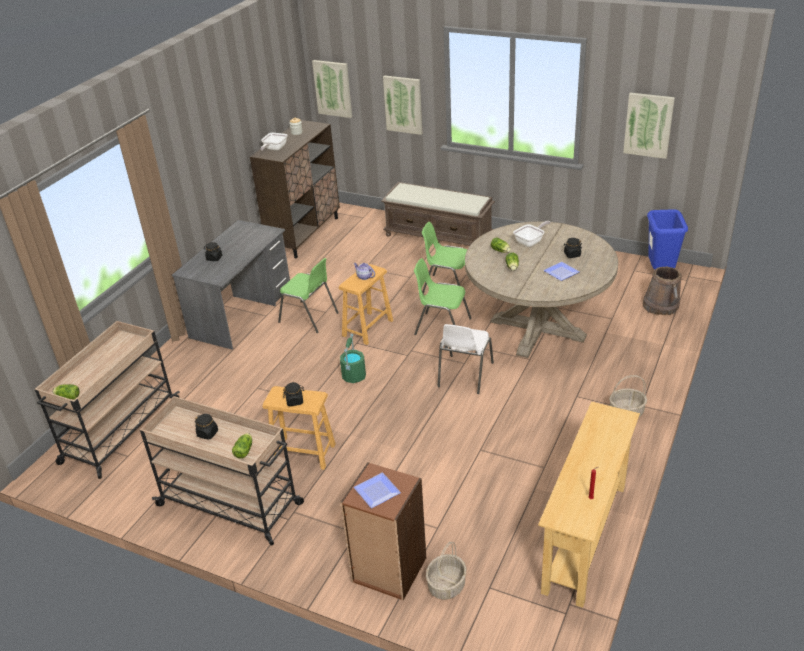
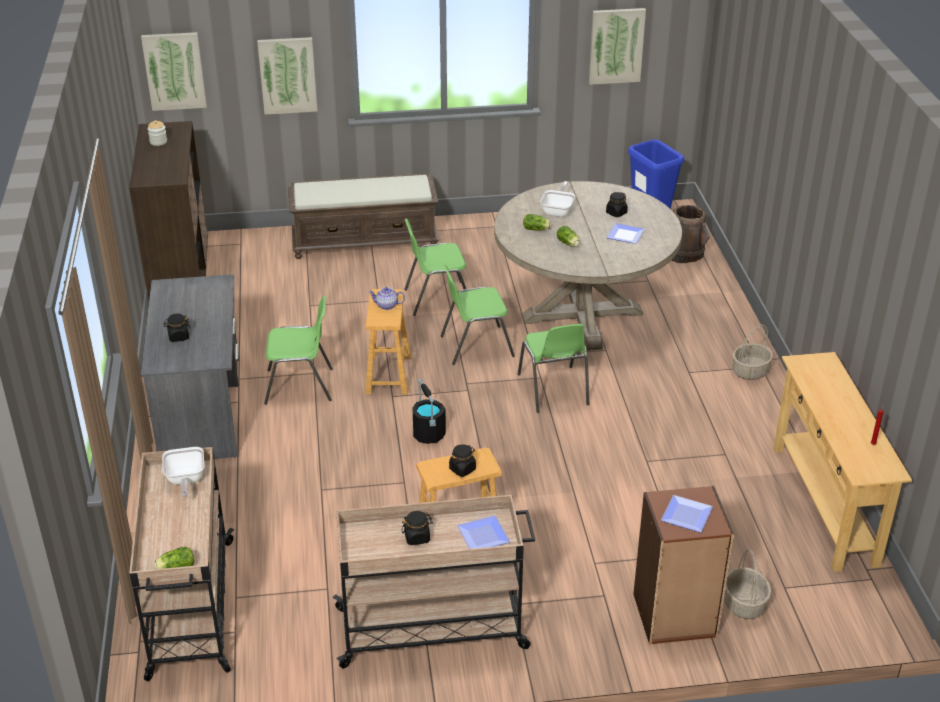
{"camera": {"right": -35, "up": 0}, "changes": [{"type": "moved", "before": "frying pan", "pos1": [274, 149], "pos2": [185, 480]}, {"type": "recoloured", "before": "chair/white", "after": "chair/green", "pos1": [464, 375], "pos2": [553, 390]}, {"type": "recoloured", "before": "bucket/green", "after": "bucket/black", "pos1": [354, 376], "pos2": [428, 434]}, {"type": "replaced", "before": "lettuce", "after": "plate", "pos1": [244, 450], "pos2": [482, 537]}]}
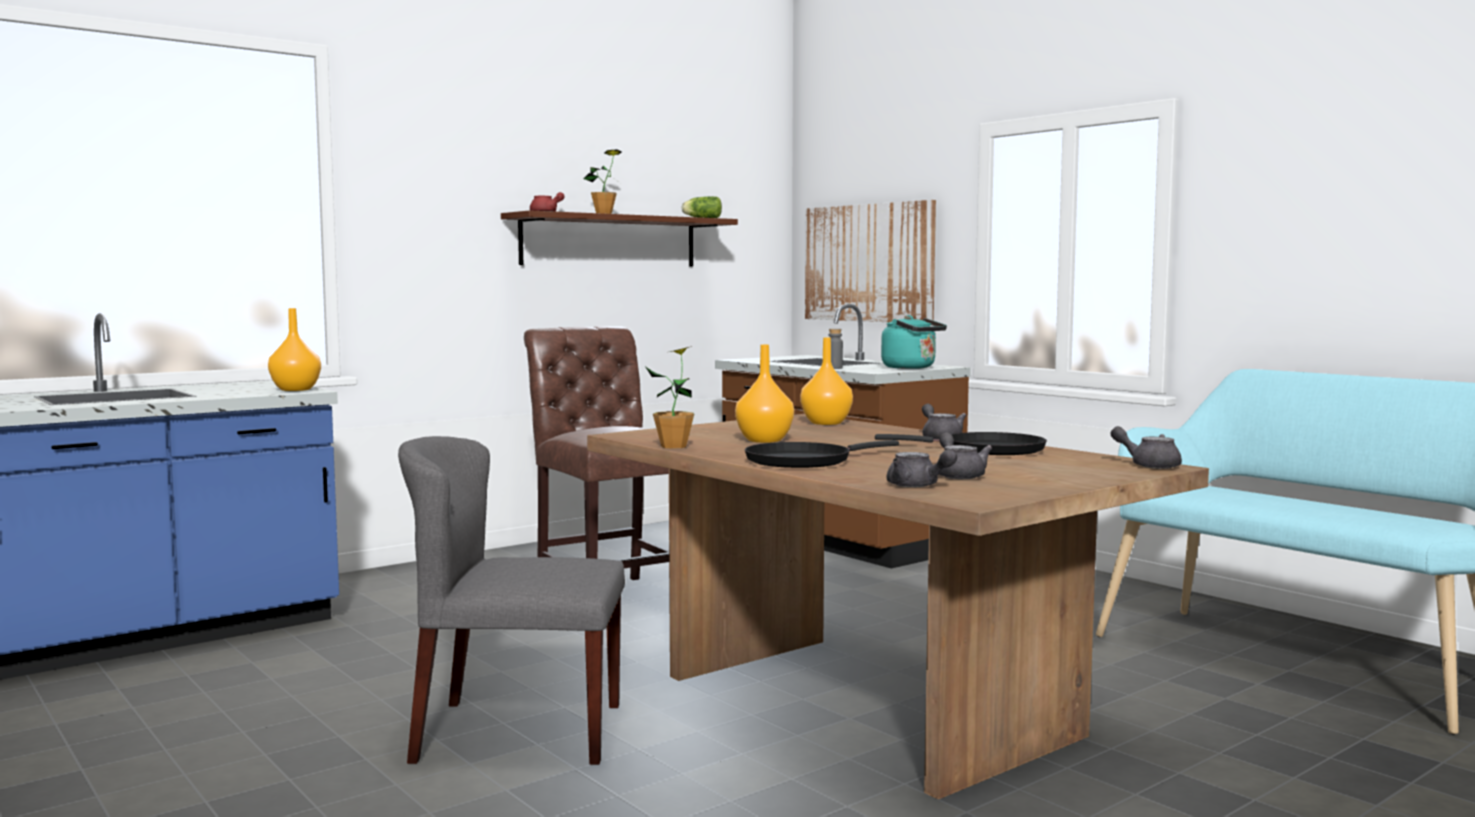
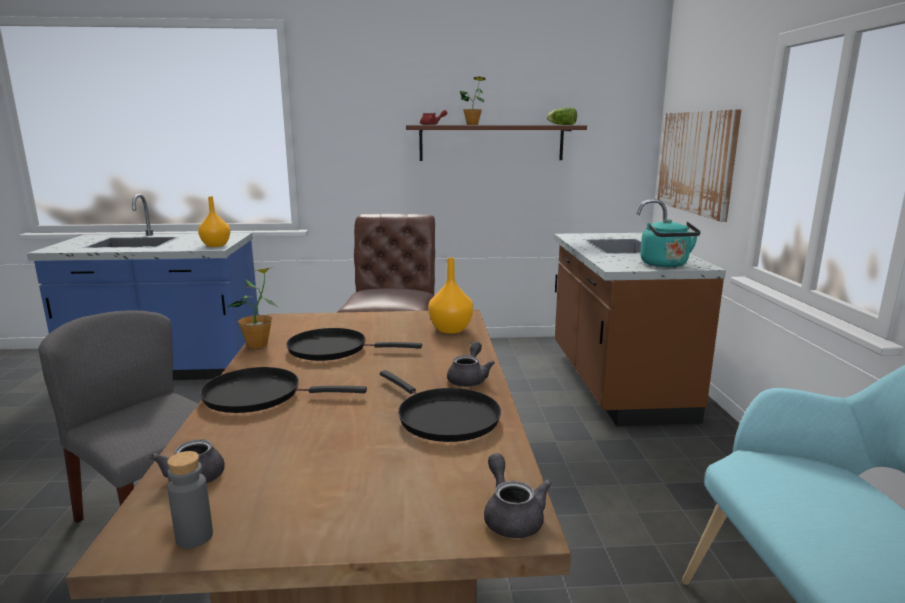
{"camera": {"right": 35, "up": 10}, "changes": [{"type": "moved", "before": "bottle/grey", "pos1": [834, 368], "pos2": [194, 537]}, {"type": "replaced", "before": "vase/orange", "after": "frying pan/black", "pos1": [763, 440], "pos2": [333, 349]}, {"type": "removed", "before": "teapot/grey", "pos1": [958, 475]}]}
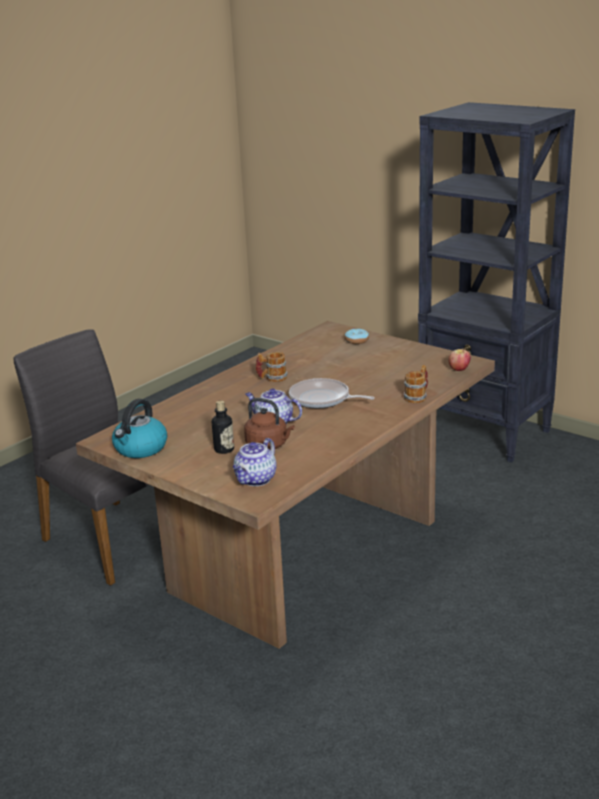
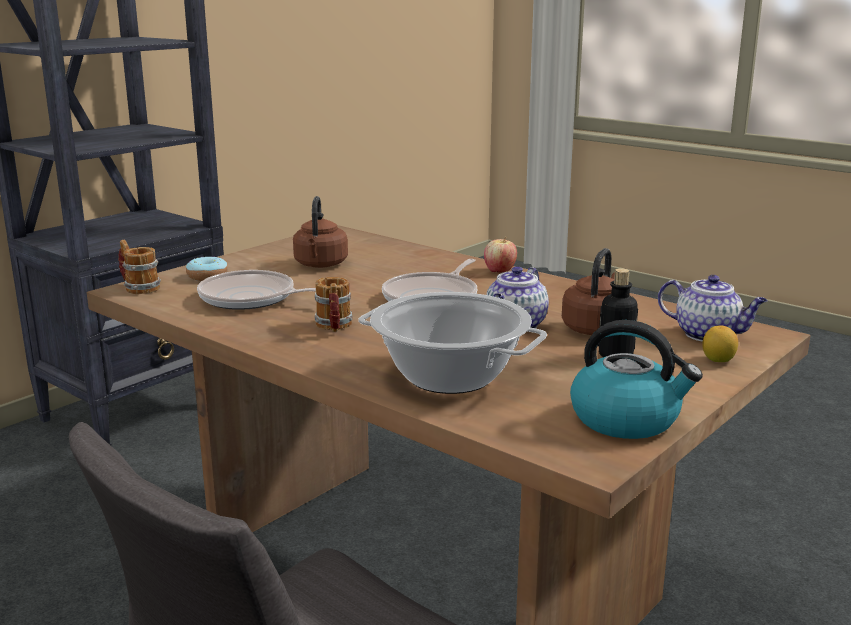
{"camera": {"right": -90, "up": -5}, "changes": [{"type": "moved", "before": "apple", "pos1": [459, 369], "pos2": [500, 271]}, {"type": "moved", "before": "mug", "pos1": [417, 397], "pos2": [138, 287]}, {"type": "added", "after": "kettle/brown", "pos2": [320, 265]}, {"type": "added", "after": "frying pan", "pos2": [252, 298]}, {"type": "added", "after": "cooking pot", "pos2": [451, 376]}, {"type": "added", "after": "lemon", "pos2": [718, 360]}]}
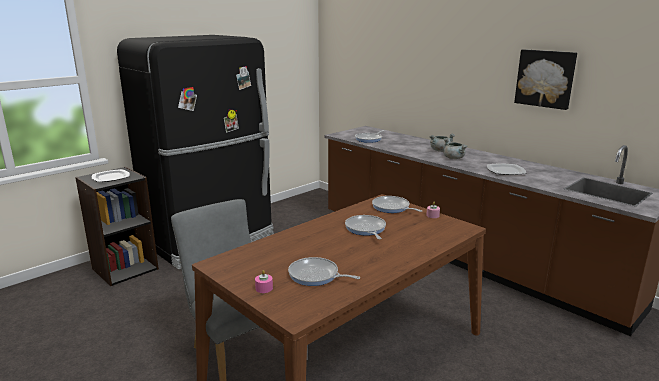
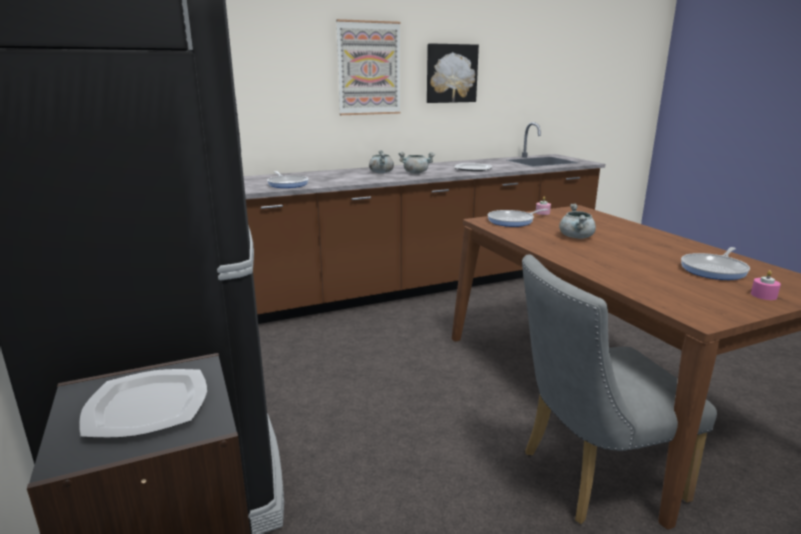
{"camera": {"right": -70, "up": 0}, "changes": [{"type": "replaced", "before": "frying pan", "after": "cooking pot/grey", "pos1": [365, 229], "pos2": [576, 237]}, {"type": "added", "after": "picture", "pos2": [369, 68]}]}
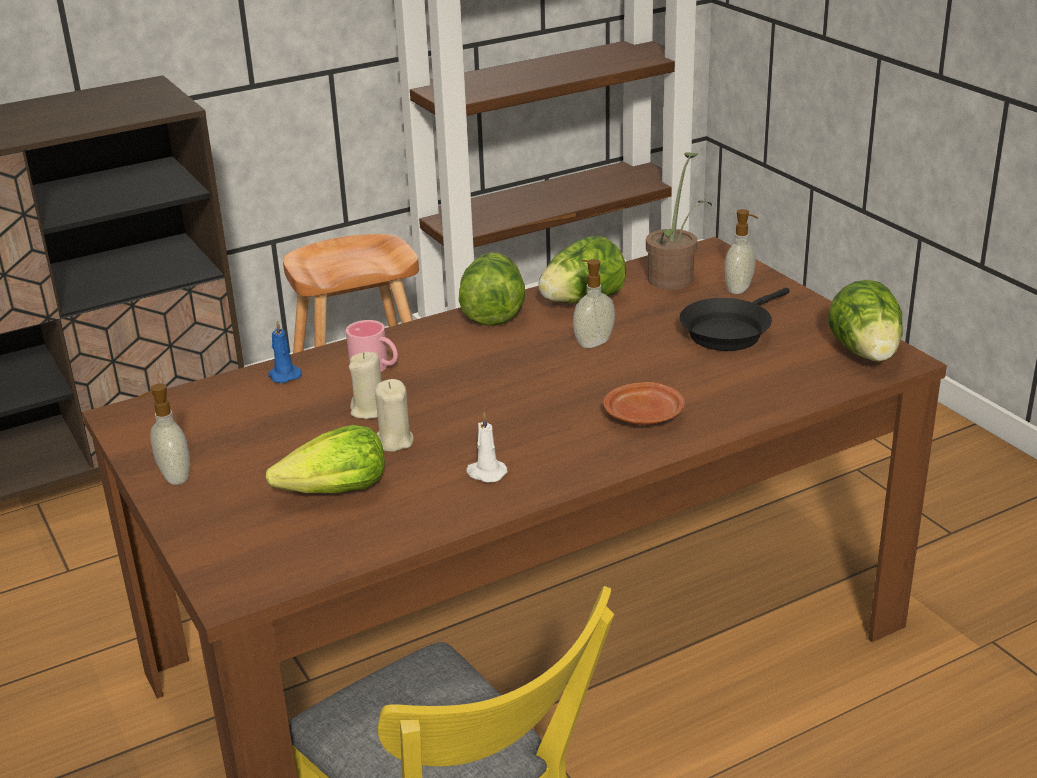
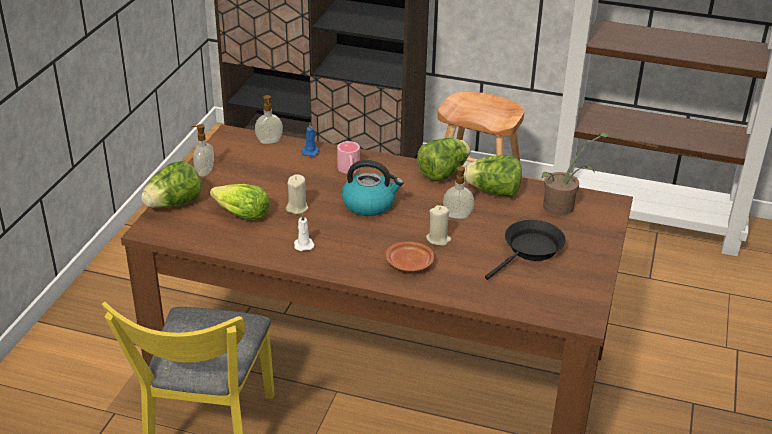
{"camera": {"right": 45, "up": 5}, "changes": [{"type": "moved", "before": "soap dispenser", "pos1": [740, 289], "pos2": [269, 142]}, {"type": "moved", "before": "lettuce", "pos1": [866, 354], "pos2": [174, 204]}, {"type": "turned", "before": "frying pan/black", "pos1": [729, 331], "pos2": [530, 250], "turn": 135}, {"type": "moved", "before": "candle/beige", "pos1": [370, 410], "pos2": [438, 239]}, {"type": "added", "after": "kettle", "pos2": [369, 204]}]}
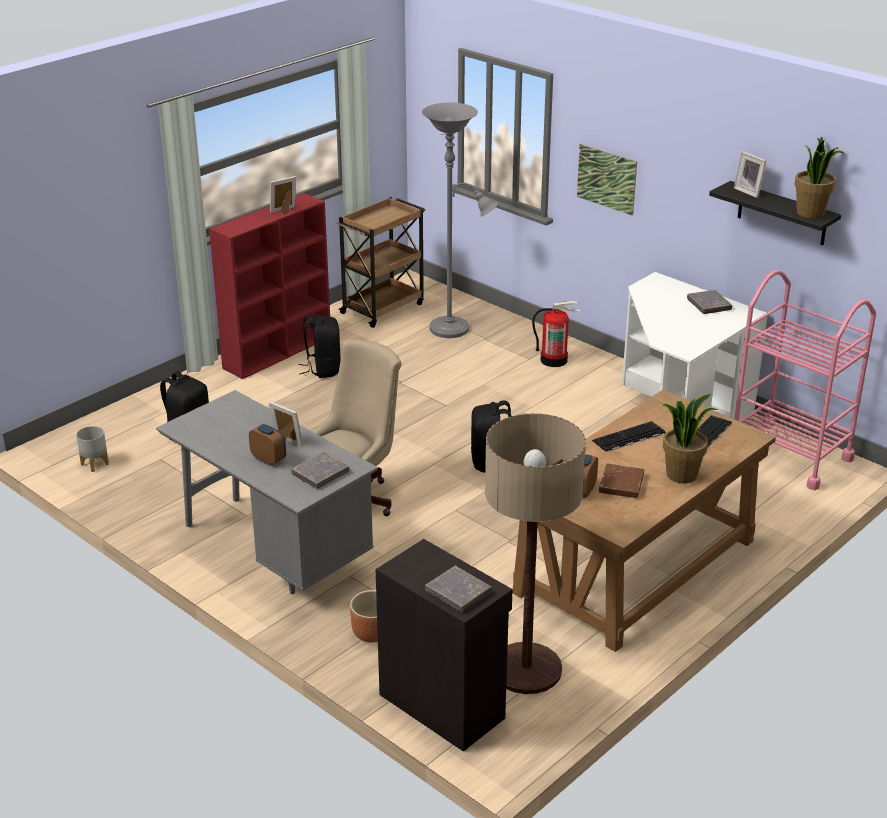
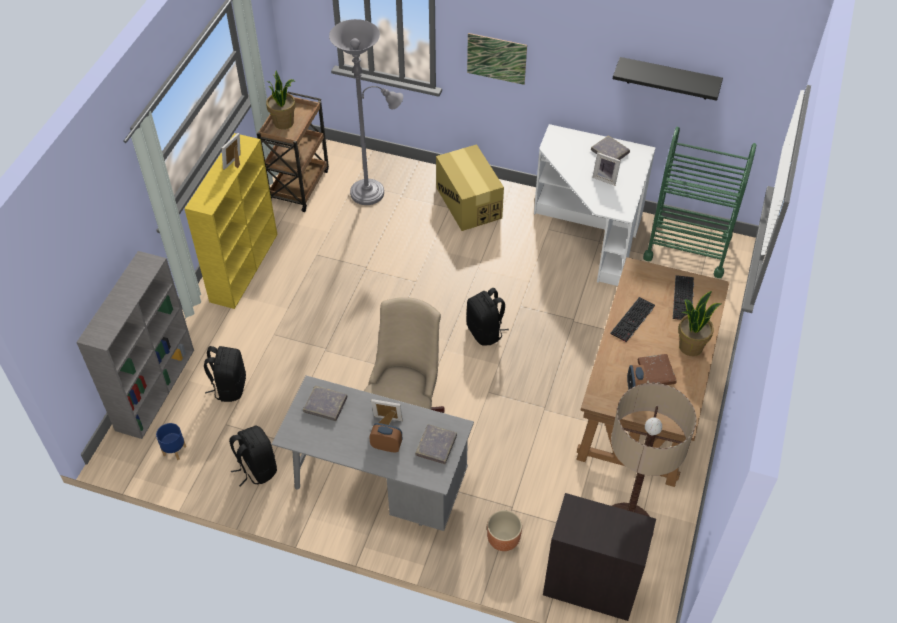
{"camera": {"right": -25, "up": 20}, "changes": [{"type": "moved", "before": "potted plant", "pos1": [811, 213], "pos2": [284, 122]}, {"type": "moved", "before": "picture frame", "pos1": [749, 191], "pos2": [605, 178]}, {"type": "recoloured", "before": "bookcase/red", "after": "bookcase/yellow", "pos1": [278, 352], "pos2": [244, 266]}, {"type": "recoloured", "before": "cart/pink", "after": "cart/green", "pos1": [789, 455], "pos2": [687, 248]}, {"type": "replaced", "before": "fire extinguisher", "after": "cardboard box", "pos1": [554, 360], "pos2": [468, 202]}, {"type": "moved", "before": "backpack/black", "pos1": [322, 369], "pos2": [256, 468]}, {"type": "recoloured", "before": "planter/grey", "after": "planter/blue", "pos1": [94, 464], "pos2": [174, 450]}, {"type": "moved", "before": "book/grey", "pos1": [458, 592], "pos2": [325, 405]}, {"type": "added", "after": "bookcase/grey", "pos2": [156, 388]}]}
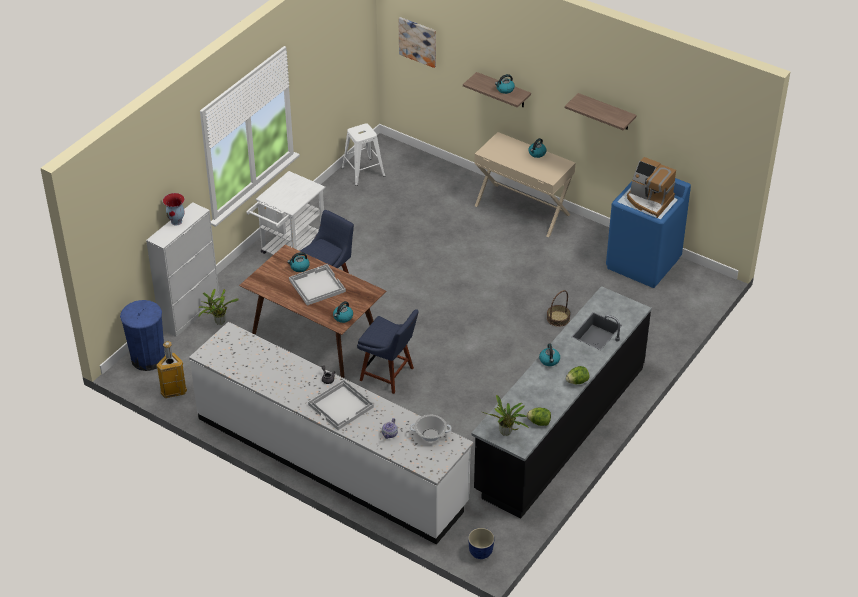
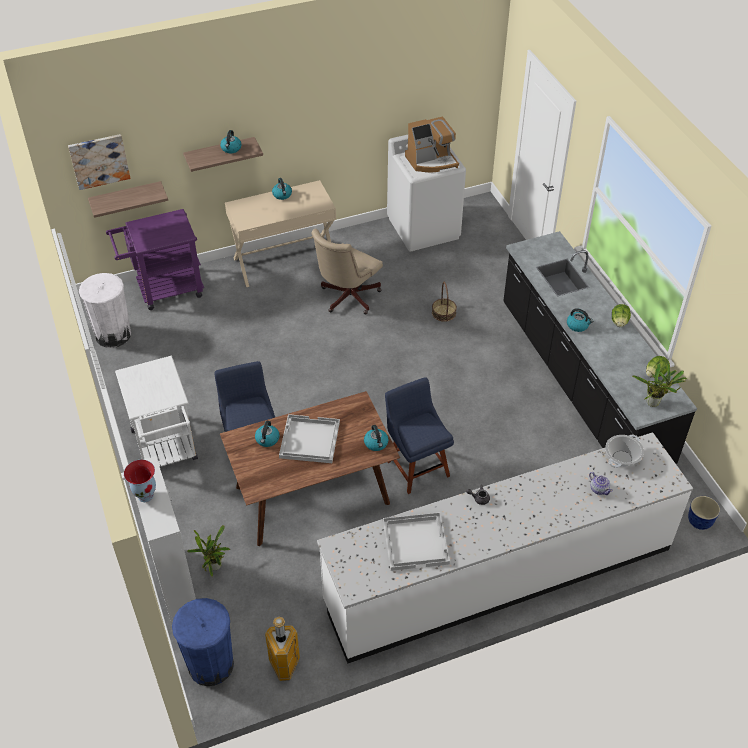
{"camera": {"right": -55, "up": 5}, "changes": [{"type": "moved", "before": "shelf", "pos1": [606, 112], "pos2": [126, 198]}, {"type": "replaced", "before": "stool/white", "after": "trash can/white", "pos1": [363, 171], "pos2": [113, 335]}, {"type": "recoloured", "before": "washing machine/blue", "after": "washing machine/white", "pos1": [643, 263], "pos2": [424, 228]}, {"type": "turned", "before": "chair/blue", "pos1": [389, 375], "pos2": [416, 466], "turn": -90}, {"type": "moved", "before": "tray/white", "pos1": [341, 406], "pos2": [416, 541]}, {"type": "added", "after": "cart/purple", "pos2": [164, 290]}, {"type": "added", "after": "office chair/beige", "pos2": [347, 298]}]}
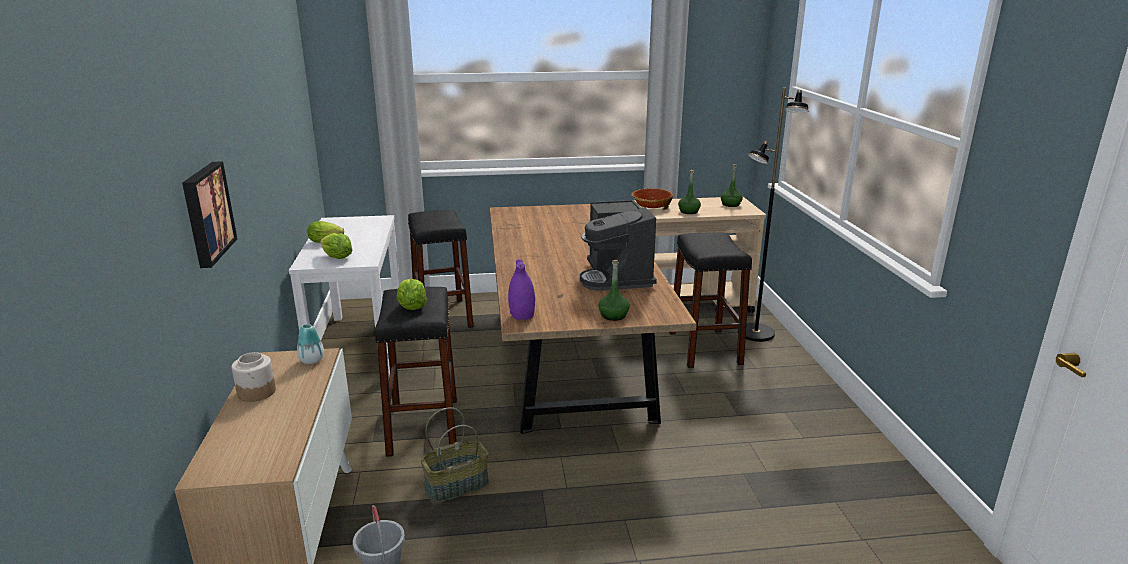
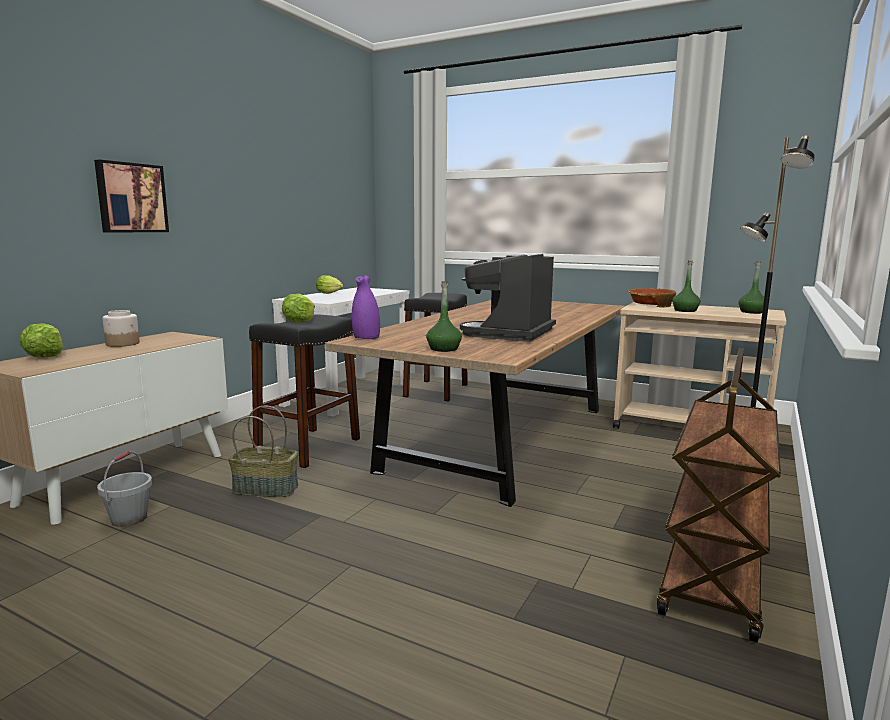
{"camera": {"right": 35, "up": -10}, "changes": [{"type": "removed", "before": "stool/black", "pos1": [704, 348]}, {"type": "moved", "before": "lettuce", "pos1": [337, 258], "pos2": [45, 357]}, {"type": "removed", "before": "vase", "pos1": [312, 360]}, {"type": "added", "after": "cart/brown", "pos2": [714, 576]}]}
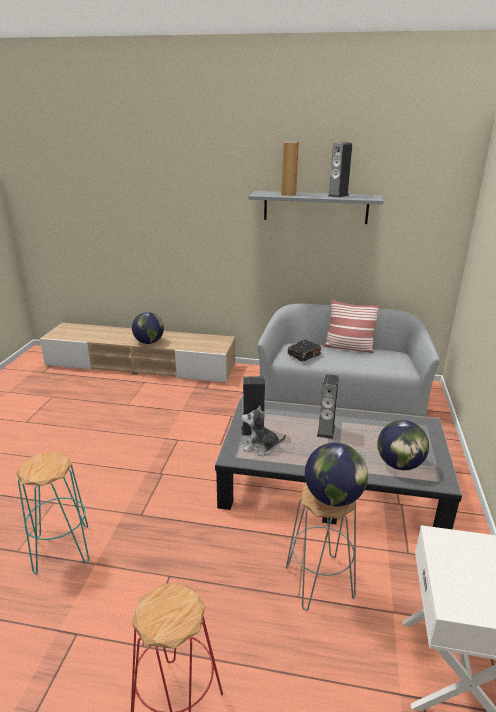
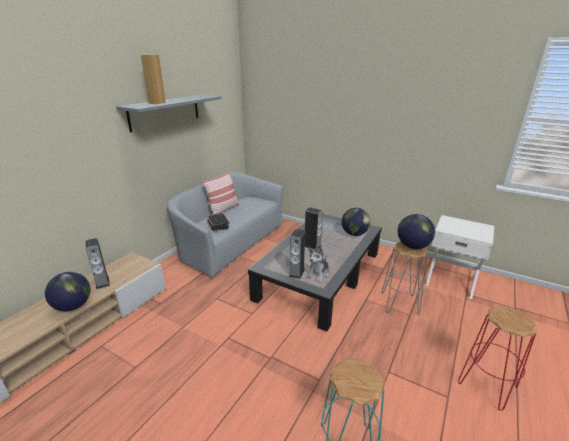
{"camera": {"right": -70, "up": 0}, "changes": [{"type": "moved", "before": "speaker", "pos1": [338, 195], "pos2": [102, 282]}]}
